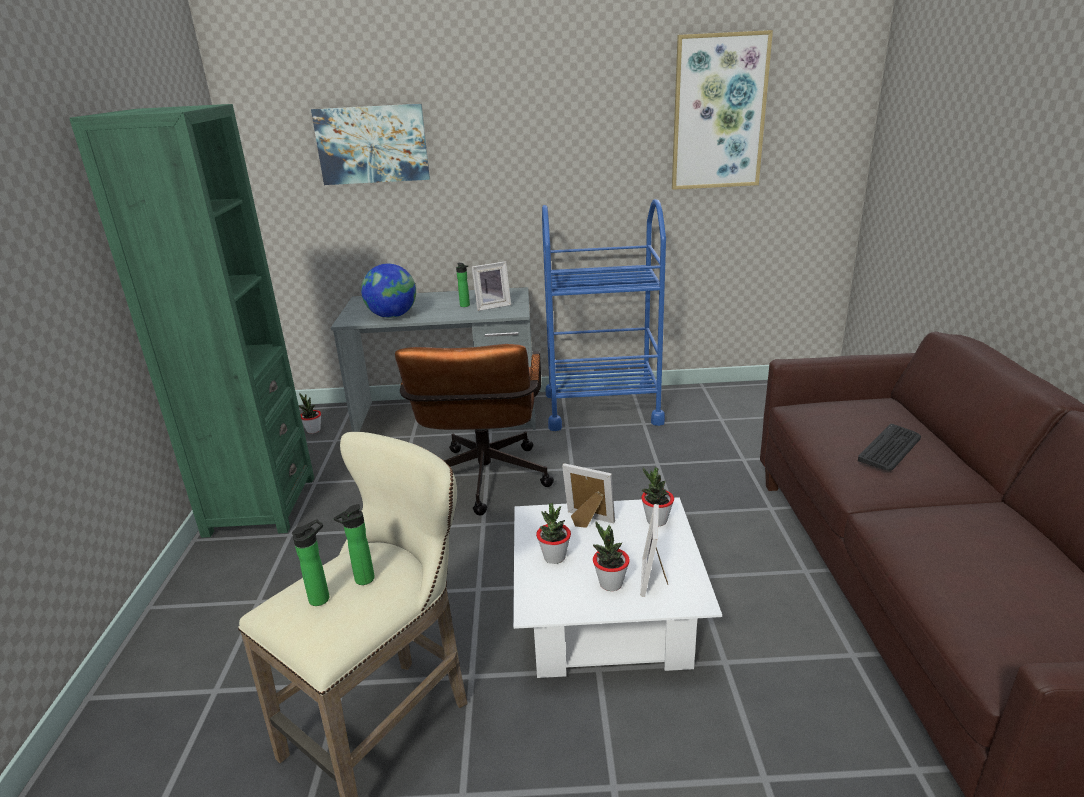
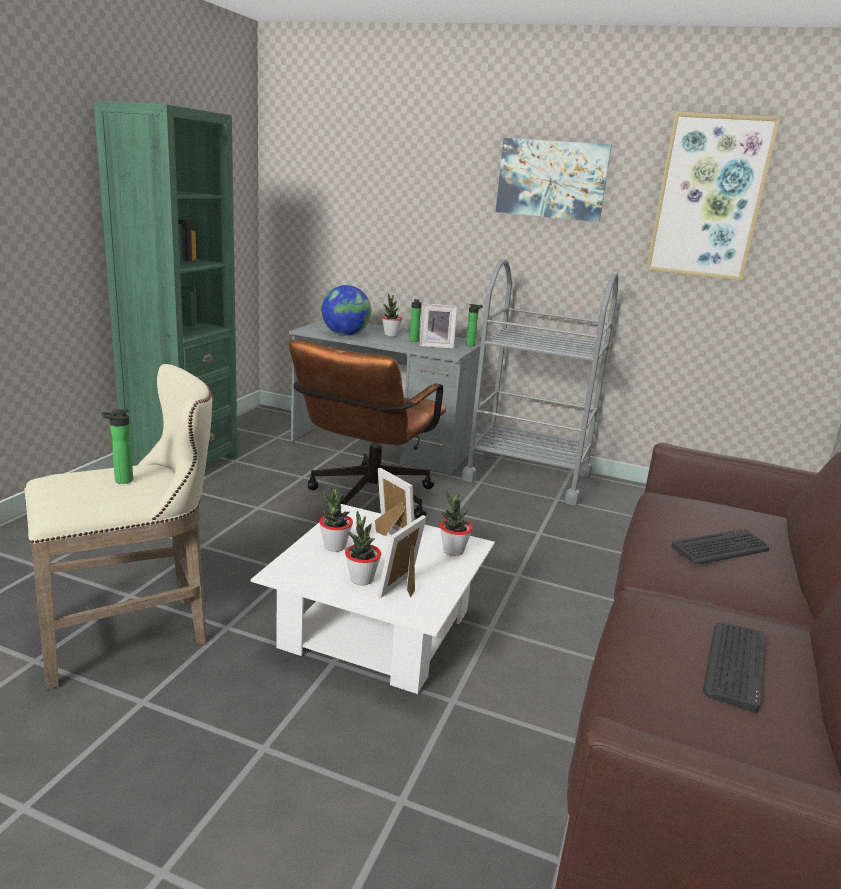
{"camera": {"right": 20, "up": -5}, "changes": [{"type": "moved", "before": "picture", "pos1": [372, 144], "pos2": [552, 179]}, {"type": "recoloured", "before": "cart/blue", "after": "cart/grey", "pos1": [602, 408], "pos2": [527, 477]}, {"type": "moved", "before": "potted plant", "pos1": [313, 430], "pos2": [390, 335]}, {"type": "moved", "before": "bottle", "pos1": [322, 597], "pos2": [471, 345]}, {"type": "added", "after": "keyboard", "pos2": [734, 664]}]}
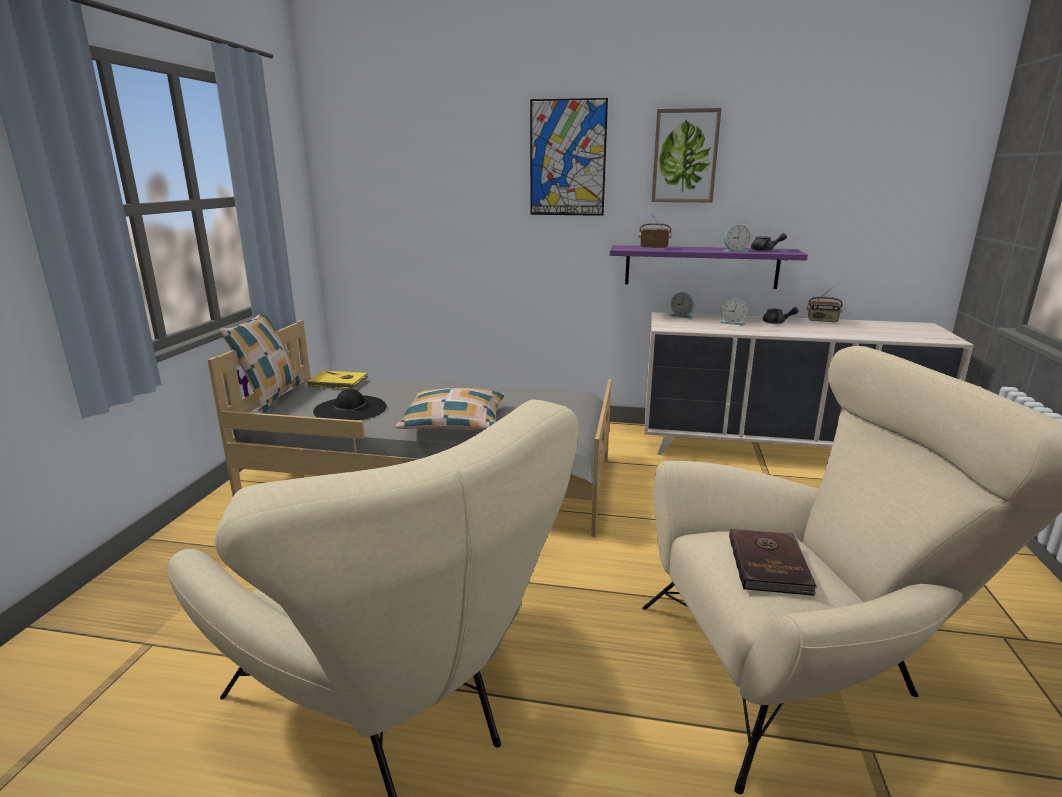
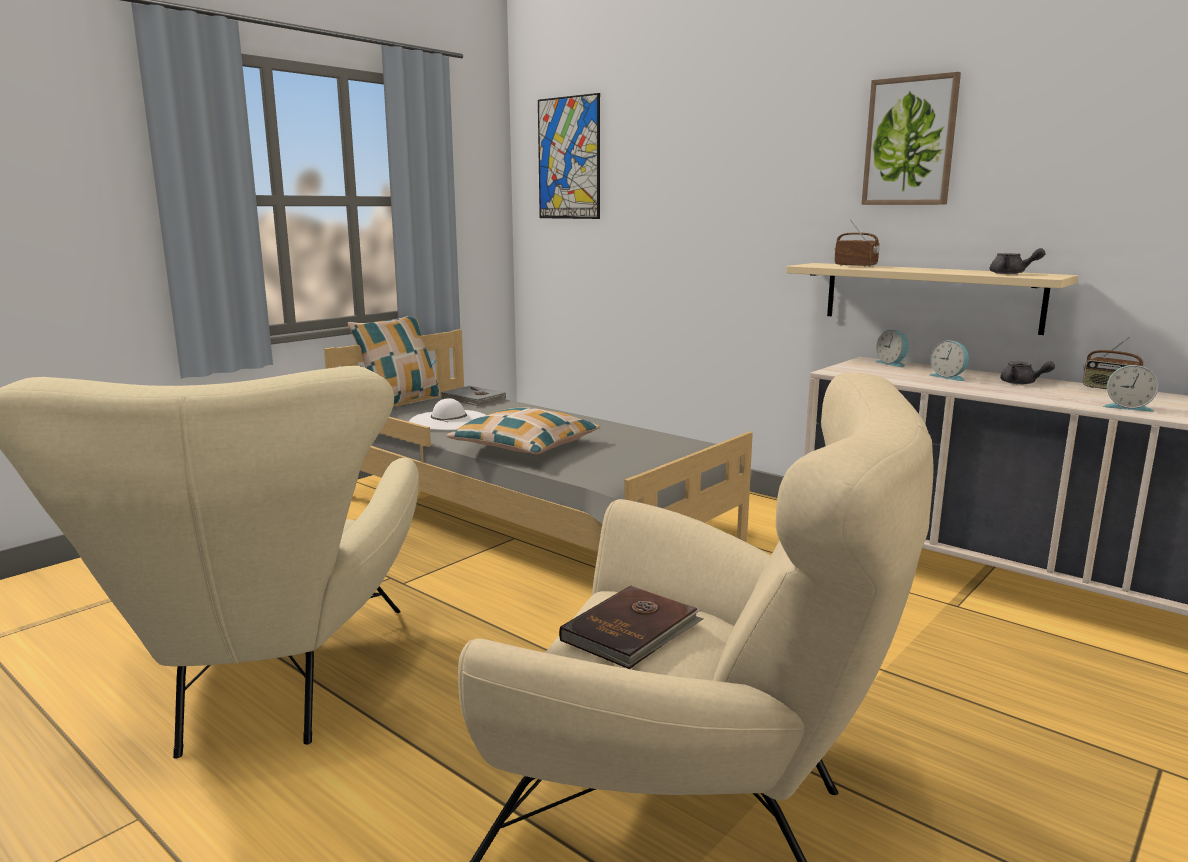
{"camera": {"right": 30, "up": -5}, "changes": [{"type": "moved", "before": "picture", "pos1": [567, 158], "pos2": [569, 158]}, {"type": "moved", "before": "alarm clock", "pos1": [734, 251], "pos2": [1127, 407]}, {"type": "recoloured", "before": "shelf/purple", "after": "shelf/beige", "pos1": [701, 266], "pos2": [930, 296]}, {"type": "recoloured", "before": "book/yellow", "after": "book/grey", "pos1": [338, 383], "pos2": [473, 399]}, {"type": "recoloured", "before": "hat/black", "after": "hat/white", "pos1": [350, 409], "pos2": [448, 420]}]}
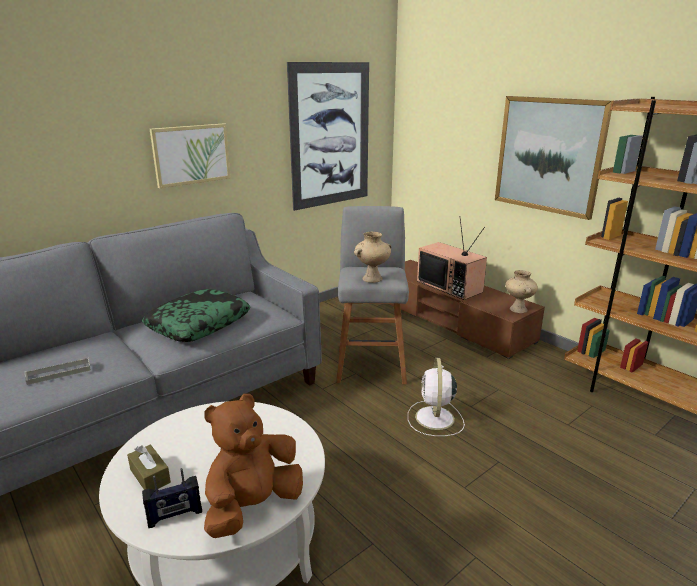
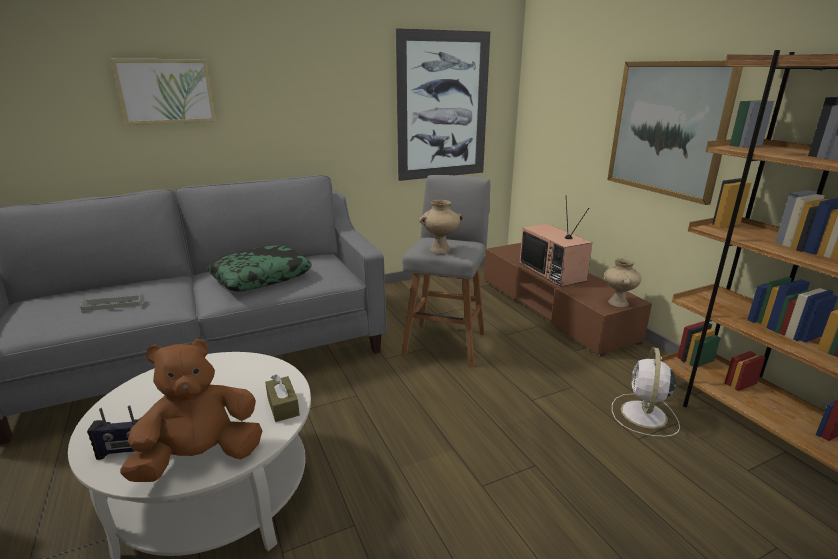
{"camera": {"right": 15, "up": 0}, "changes": [{"type": "moved", "before": "picture", "pos1": [191, 154], "pos2": [166, 91]}, {"type": "moved", "before": "fan/white", "pos1": [435, 419], "pos2": [643, 415]}, {"type": "moved", "before": "tissue box/brown", "pos1": [150, 476], "pos2": [283, 406]}]}
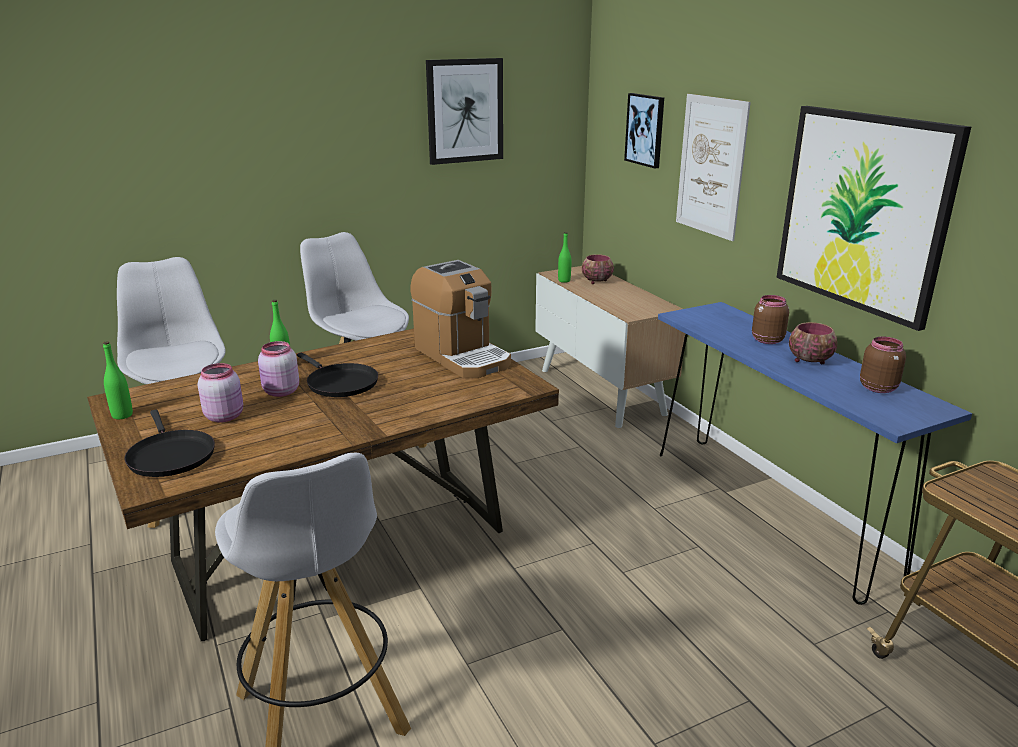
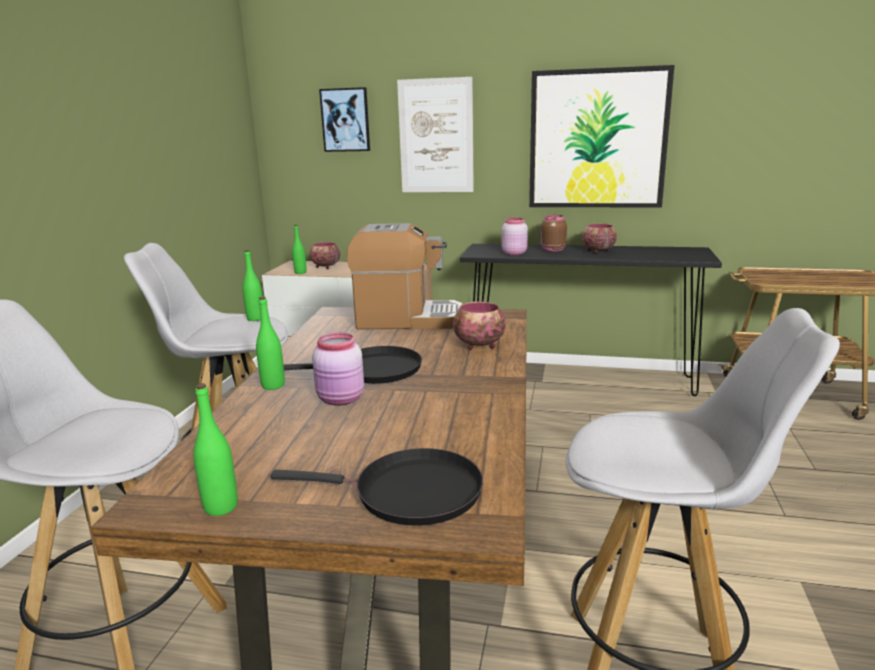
{"camera": {"right": -50, "up": -5}, "changes": [{"type": "removed", "before": "picture", "pos1": [465, 111]}, {"type": "recoloured", "before": "console table/blue", "after": "console table/black", "pos1": [768, 511], "pos2": [579, 379]}, {"type": "removed", "before": "jar/brown", "pos1": [877, 387]}, {"type": "moved", "before": "jar/pink", "pos1": [225, 416], "pos2": [513, 253]}, {"type": "added", "after": "bottle/green", "pos2": [255, 318]}, {"type": "added", "after": "bowl", "pos2": [478, 345]}]}
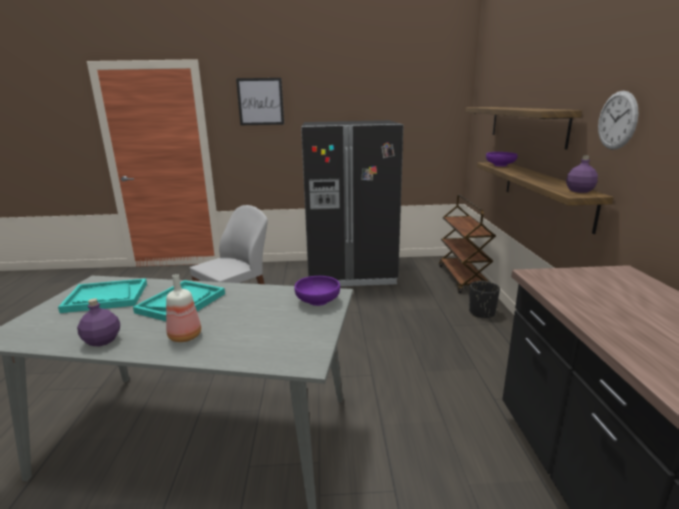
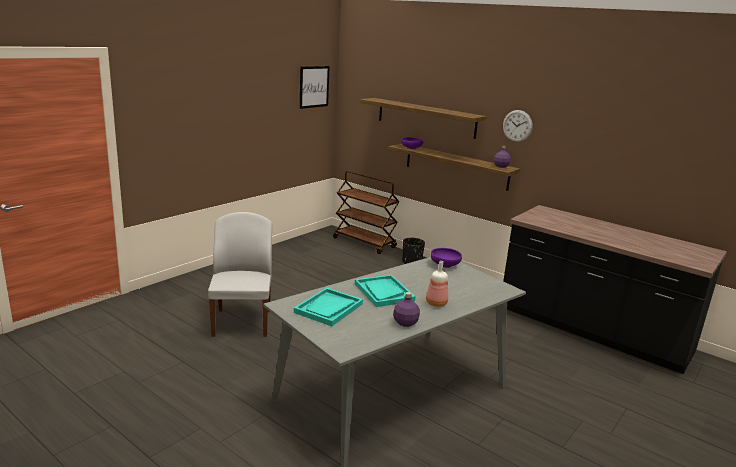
{"camera": {"right": -50, "up": 0}, "changes": [{"type": "moved", "before": "picture", "pos1": [260, 101], "pos2": [314, 86]}, {"type": "removed", "before": "fridge/black", "pos1": [350, 273]}]}
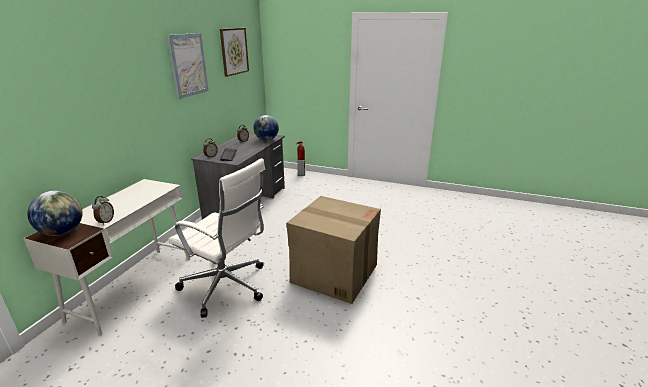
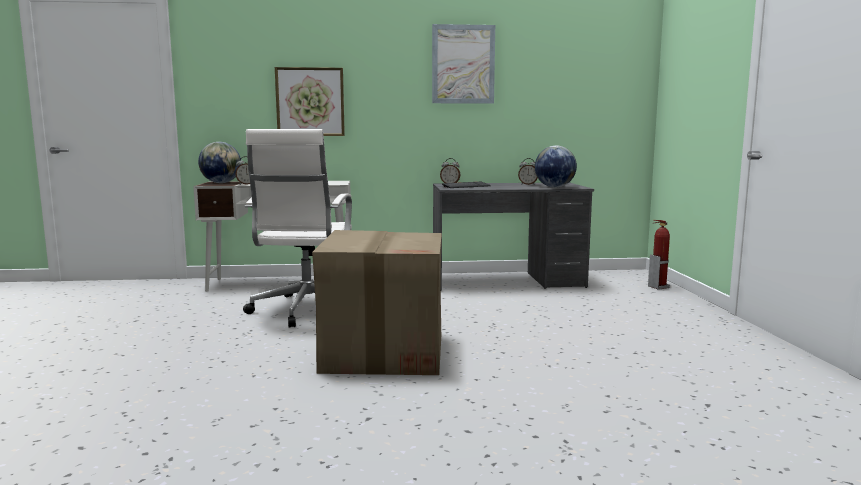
{"camera": {"right": 65, "up": -15}, "changes": [{"type": "moved", "before": "picture", "pos1": [234, 51], "pos2": [310, 102]}]}
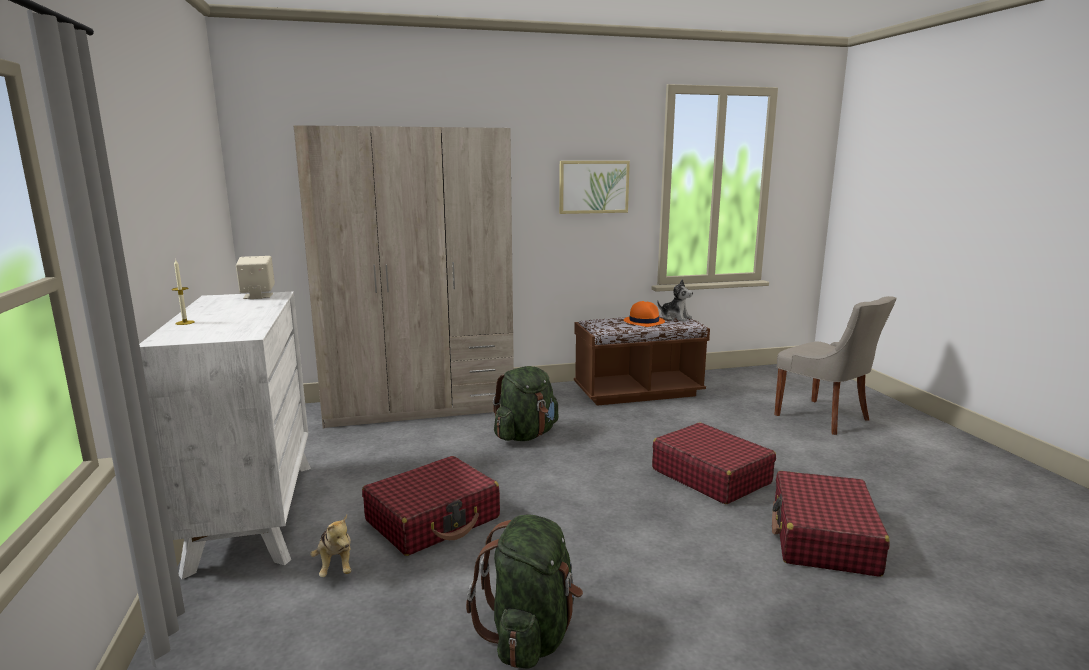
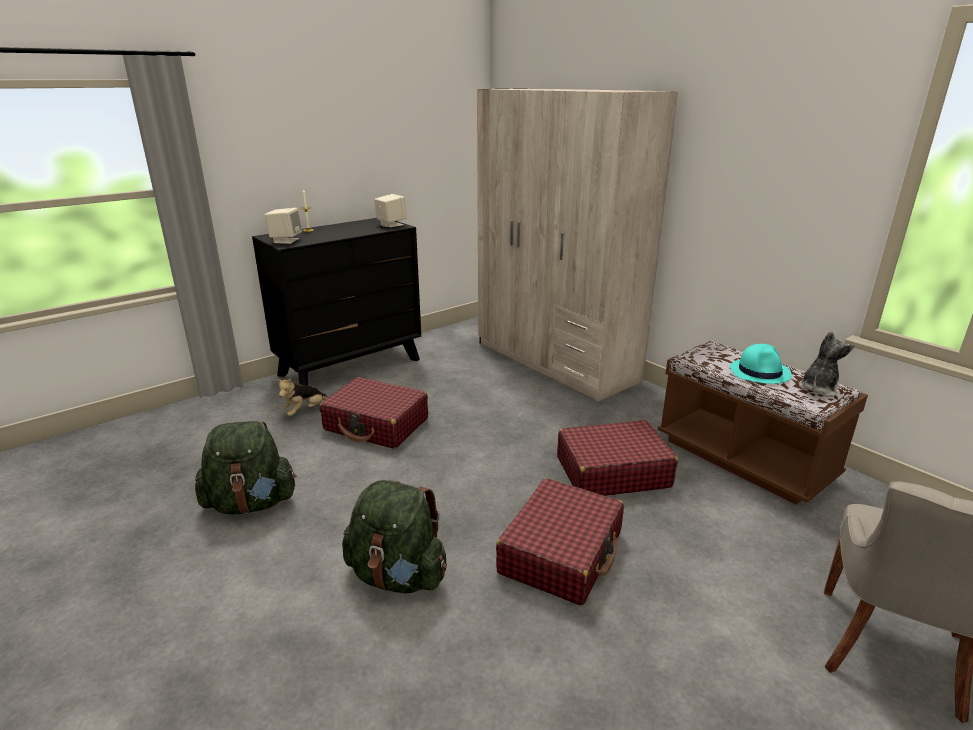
{"camera": {"right": 65, "up": 10}, "changes": [{"type": "removed", "before": "picture", "pos1": [593, 187]}, {"type": "turned", "before": "plush toy", "pos1": [675, 318], "pos2": [818, 388], "turn": -150}, {"type": "recoloured", "before": "dresser/white", "after": "dresser/black", "pos1": [254, 514], "pos2": [350, 367]}, {"type": "recoloured", "before": "hat/orange", "after": "hat/turquoise", "pos1": [644, 321], "pos2": [760, 372]}, {"type": "moved", "before": "backpack/green", "pos1": [526, 435], "pos2": [398, 576]}, {"type": "moved", "before": "suitcase/red", "pos1": [823, 538], "pos2": [612, 472]}, {"type": "added", "after": "speaker/beige", "pos2": [286, 240]}]}
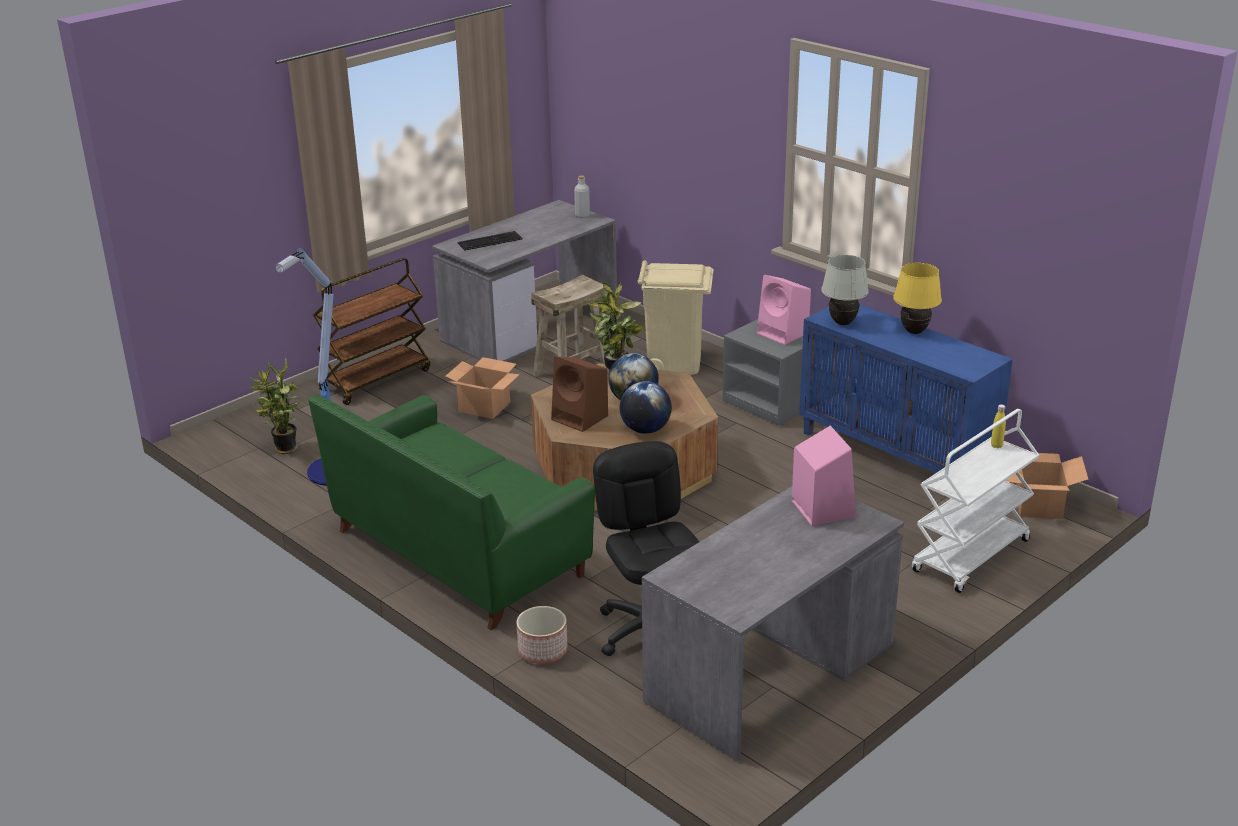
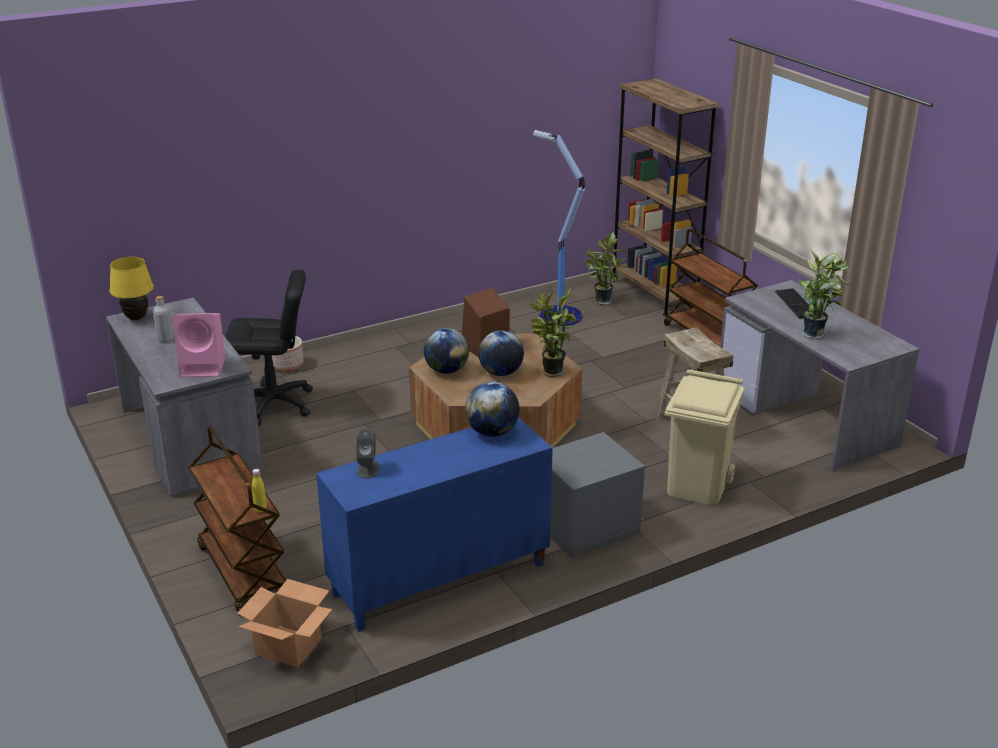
{"camera": {"right": 105, "up": 0}, "changes": [{"type": "moved", "before": "bottle/grey", "pos1": [582, 216], "pos2": [165, 339]}, {"type": "replaced", "before": "table lamp/white", "after": "globe", "pos1": [842, 323], "pos2": [492, 432]}, {"type": "moved", "before": "table lamp/yellow", "pos1": [914, 332], "pos2": [136, 318]}, {"type": "removed", "before": "speaker/pink", "pos1": [783, 333]}, {"type": "removed", "before": "cardboard box", "pos1": [483, 407]}, {"type": "removed", "before": "sofa/green", "pos1": [458, 553]}, {"type": "recoloured", "before": "cart/white", "after": "cart/brown", "pos1": [971, 557], "pos2": [242, 572]}, {"type": "added", "after": "bookcase/brown", "pos2": [654, 293]}, {"type": "added", "after": "potted plant", "pos2": [815, 334]}, {"type": "added", "after": "speaker/grey", "pos2": [368, 469]}]}
